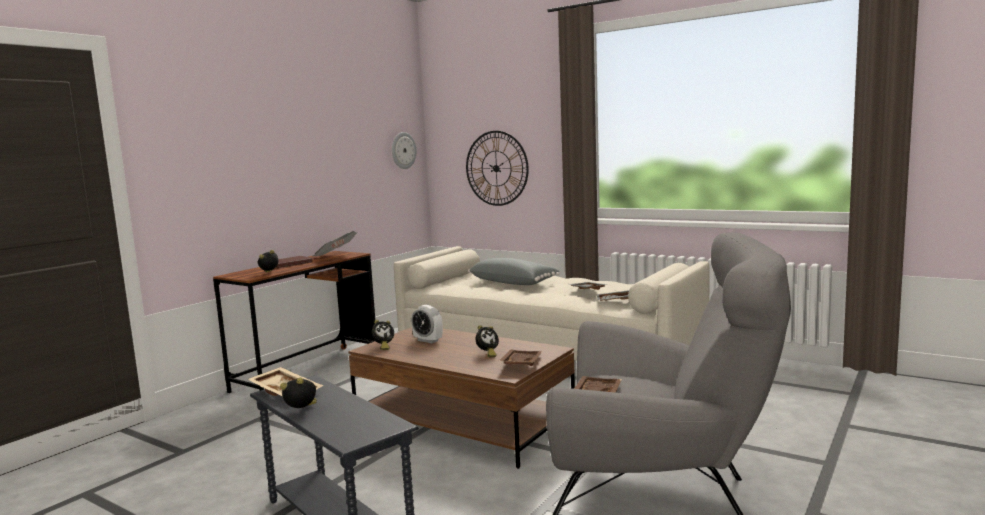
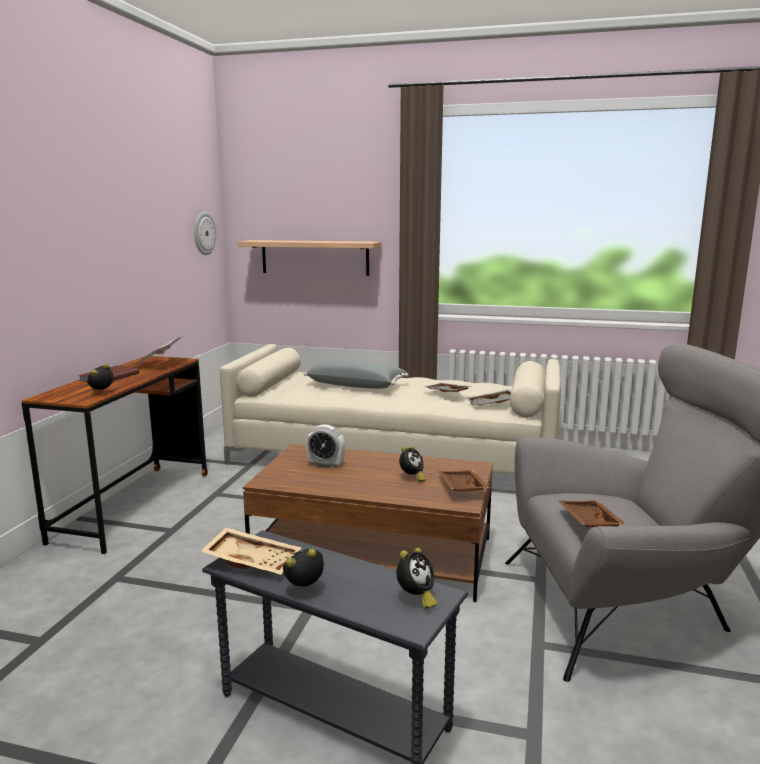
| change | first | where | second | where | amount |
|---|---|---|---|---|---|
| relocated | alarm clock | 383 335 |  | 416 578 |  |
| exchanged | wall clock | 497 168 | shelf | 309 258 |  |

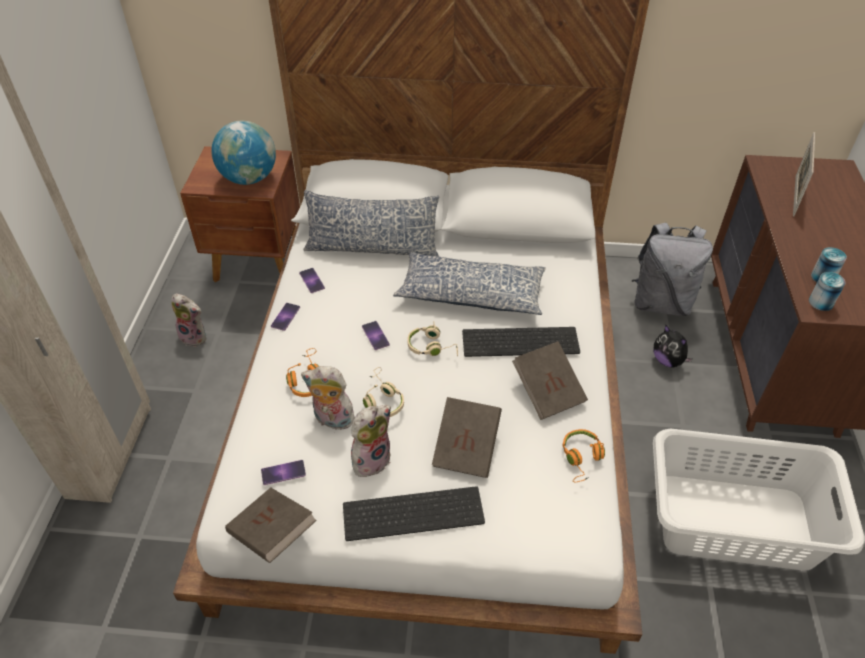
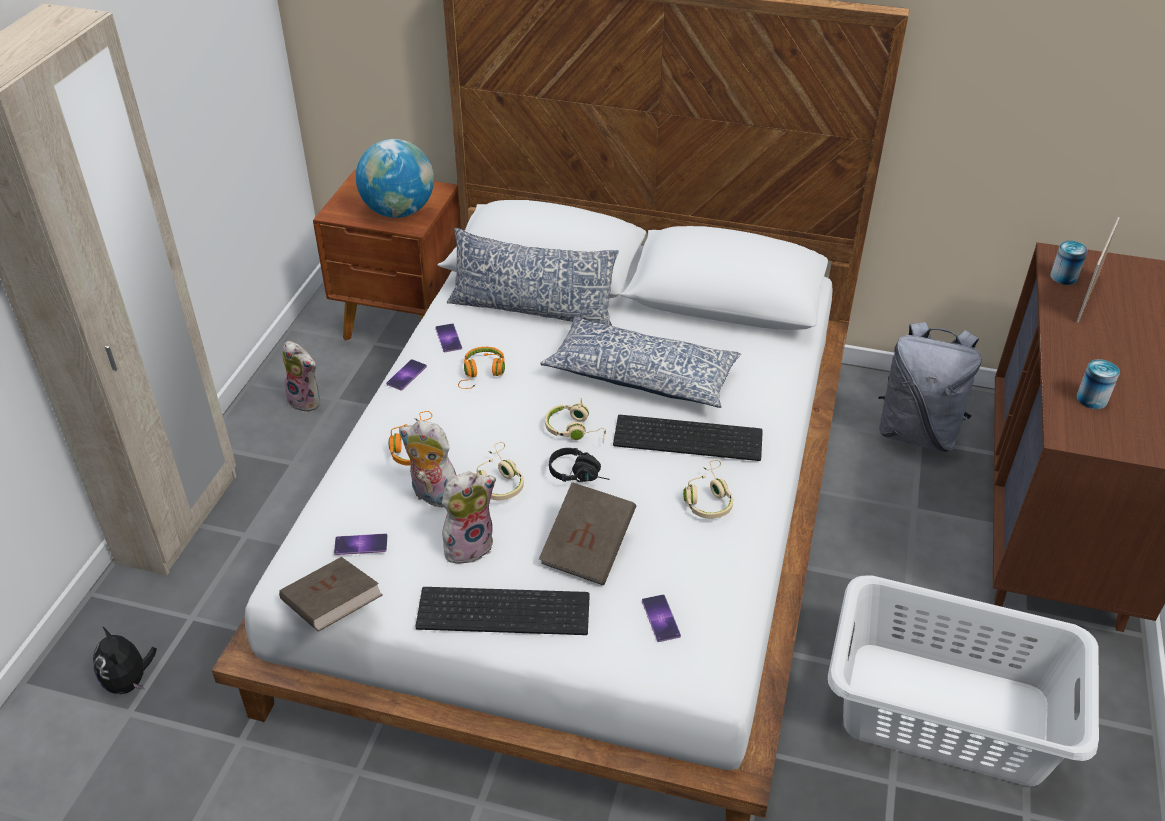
| change | first | where | second | where | amount |
|---|---|---|---|---|---|
| appeared |  |  | headphones (black) | 579 465 |  |
| relocated | phone | 376 335 |  | 661 618 |  |
| relocated | headphones (orange) | 583 455 |  | 481 368 |  |
| relocated | plush toy | 673 345 |  | 125 660 |  |
| relocated | can | 827 291 |  | 1069 263 |  |
| exchanged | book (brown) | 550 380 | headphones (beige) | 708 489 |  |

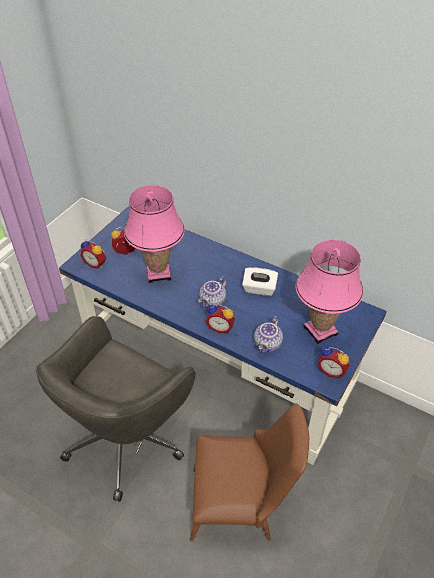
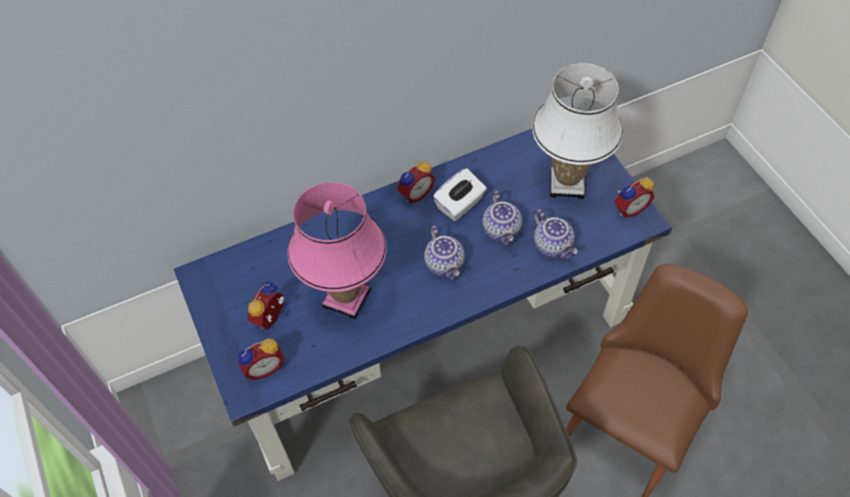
| change | first | where | second | where | amount |
|---|---|---|---|---|---|
| appeared |  |  | teapot | 502 218 |  |
| relocated | alarm clock | 220 319 |  | 416 182 |  |
| colour | table lamp (pink) | 329 292 | table lamp (white) | 577 131 |  |

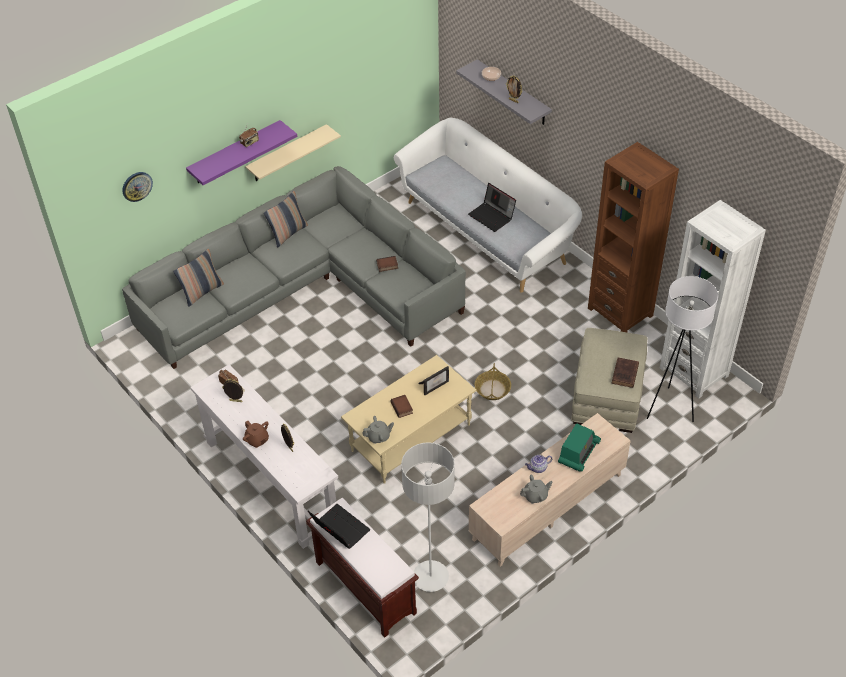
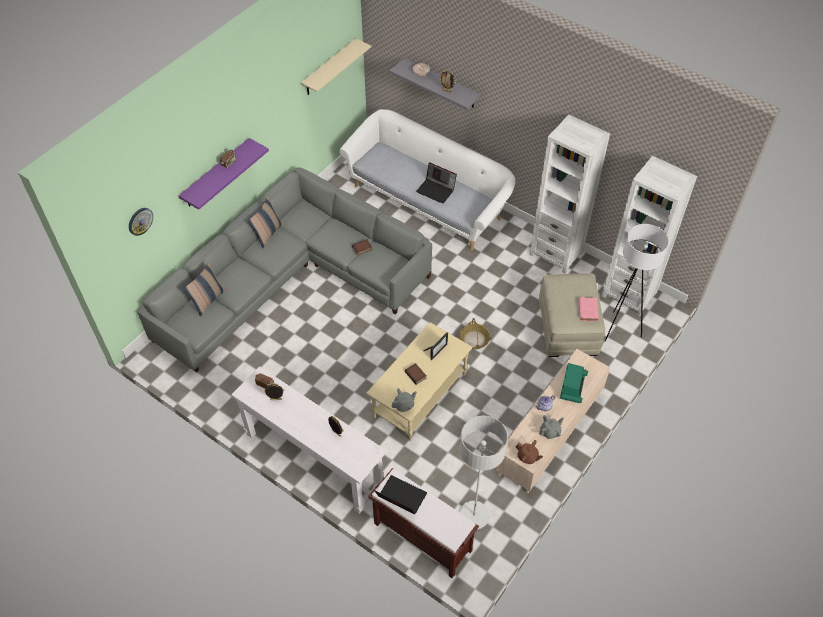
| change | first | where | second | where | amount |
|---|---|---|---|---|---|
| relocated | teapot (brown) | 256 434 |  | 529 452 |  |
| relocated | shelf (beige) | 293 152 |  | 336 66 |  |
| colour | bookcase (brown) | 633 237 | bookcase (white) | 570 194 |  |
| colour | book (brown) | 625 373 | book (pink) | 588 309 |  |

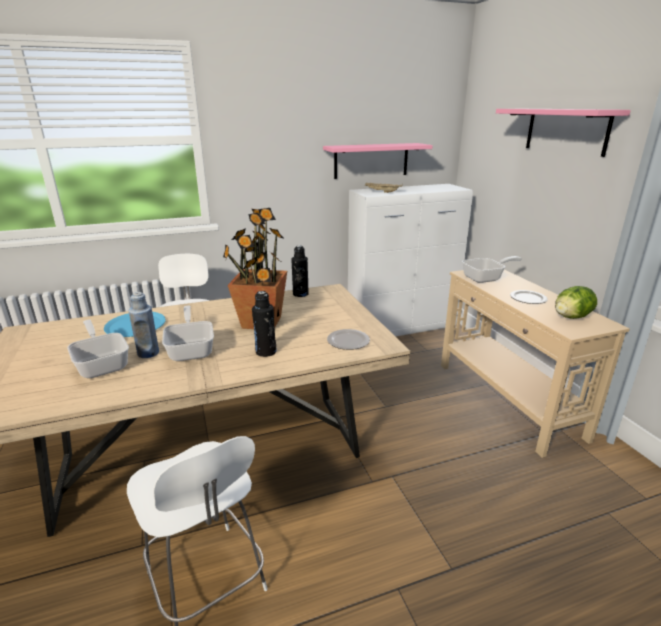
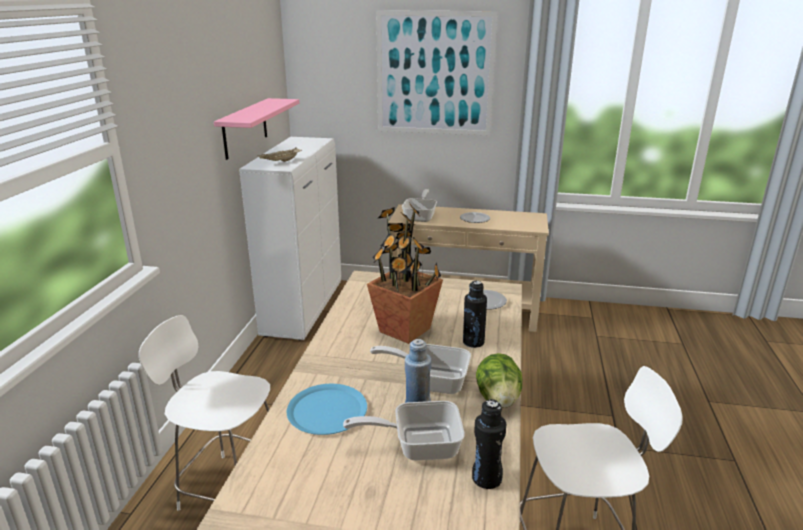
| change | first | where | second | where | amount |
|---|---|---|---|---|---|
| relocated | bottle (black) | 300 271 |  | 489 444 |  |
| relocated | lettuce | 576 302 |  | 499 380 |  |
| exchanged | shelf (pink) | 563 133 | picture | 437 73 |  |

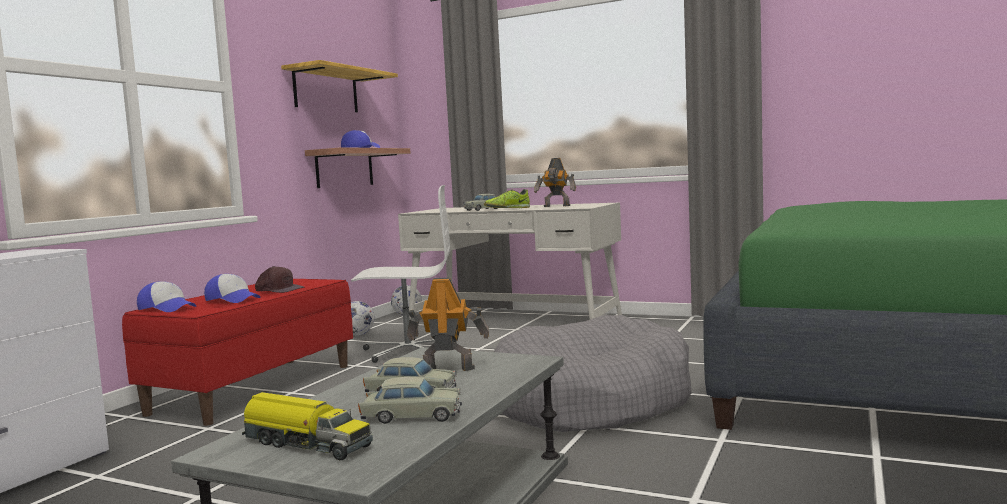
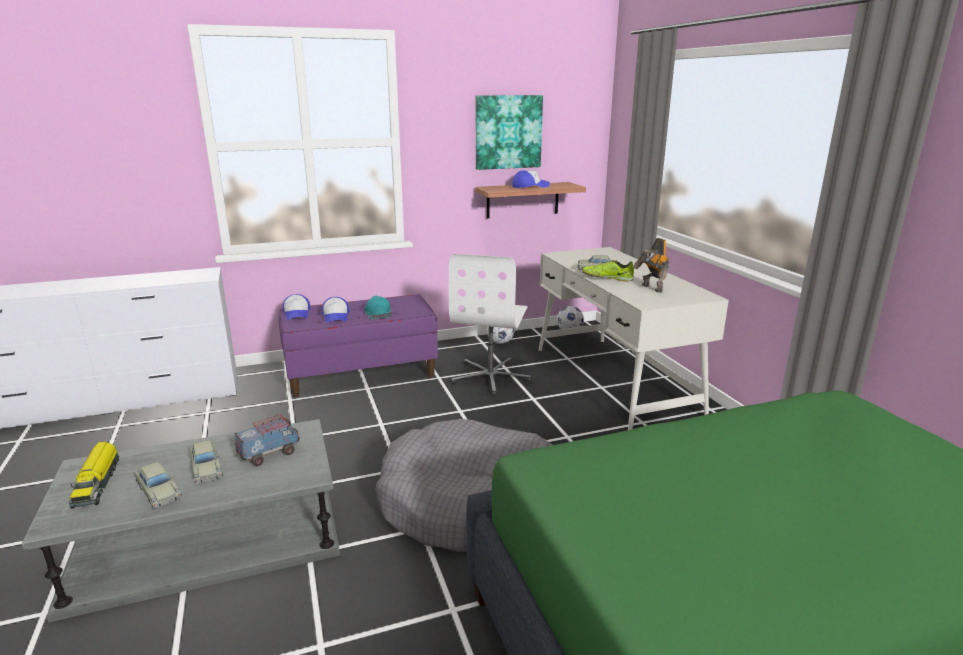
| change | first | where | second | where | amount |
|---|---|---|---|---|---|
| exchanged | shelf | 339 86 | picture | 509 132 |  |
| exchanged | toy robot | 448 324 | toy truck | 267 440 |  |
| colour | bench (red) | 237 352 | bench (purple) | 358 346 |  |
| colour | cap (brown) | 279 279 | cap (turquoise) | 378 307 |  |
| spun | office chair (white) | 403 274 |  | 490 325 | 60 degrees clockwise |

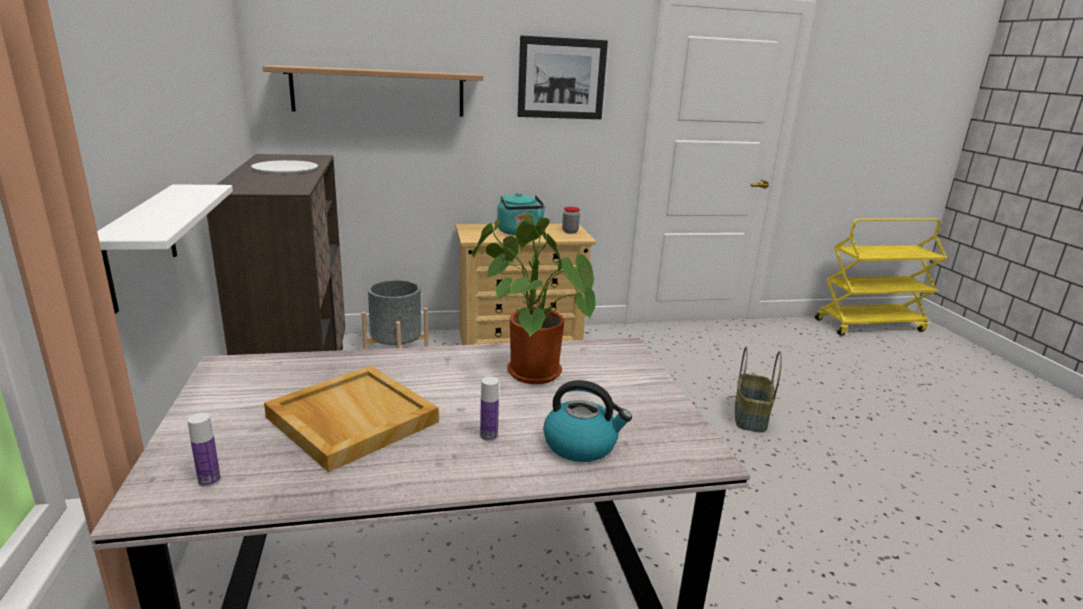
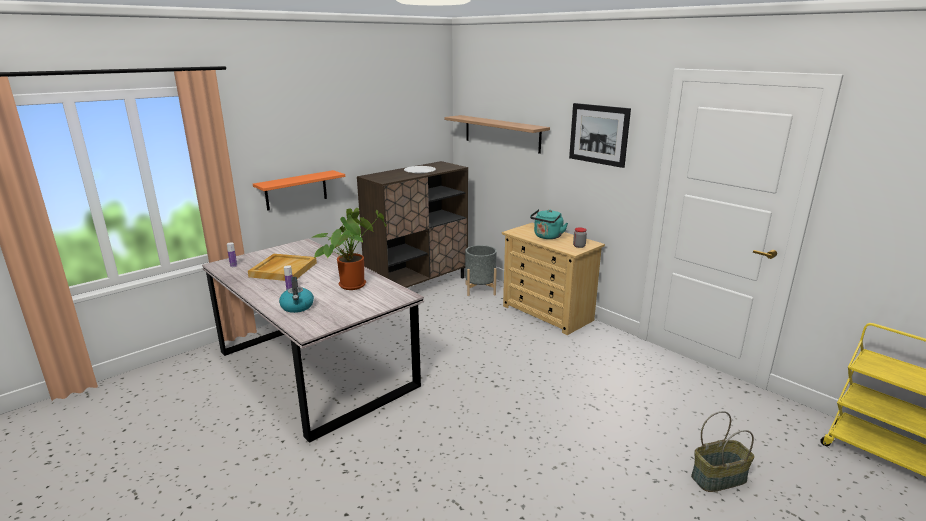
| change | first | where | second | where | amount |
|---|---|---|---|---|---|
| relocated | basket | 758 389 |  | 722 451 |  |
| colour | shelf (white) | 165 249 | shelf (orange) | 299 190 |  |

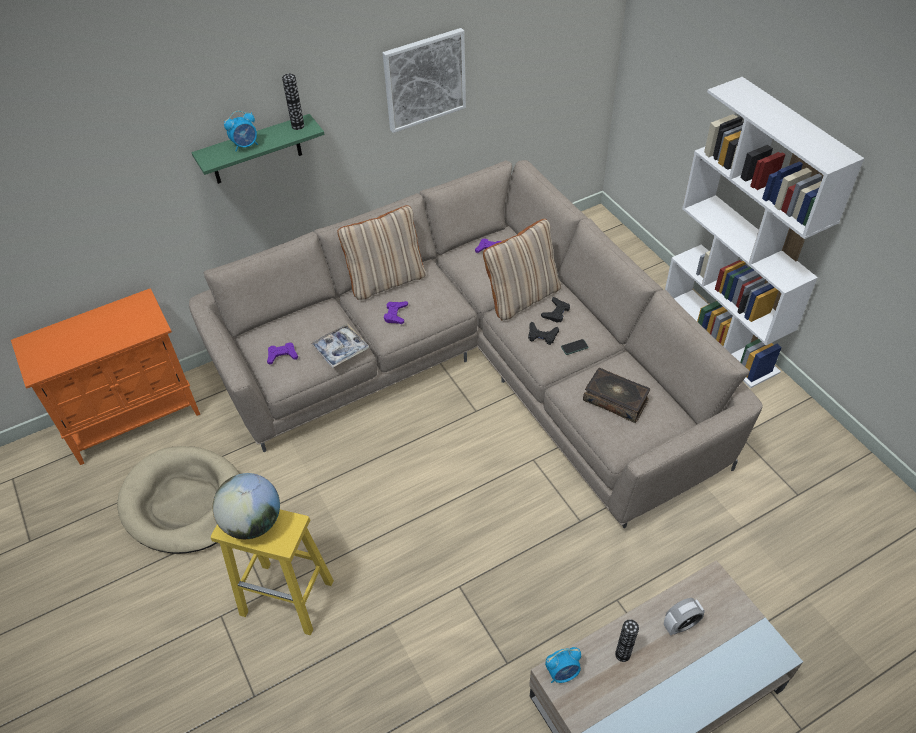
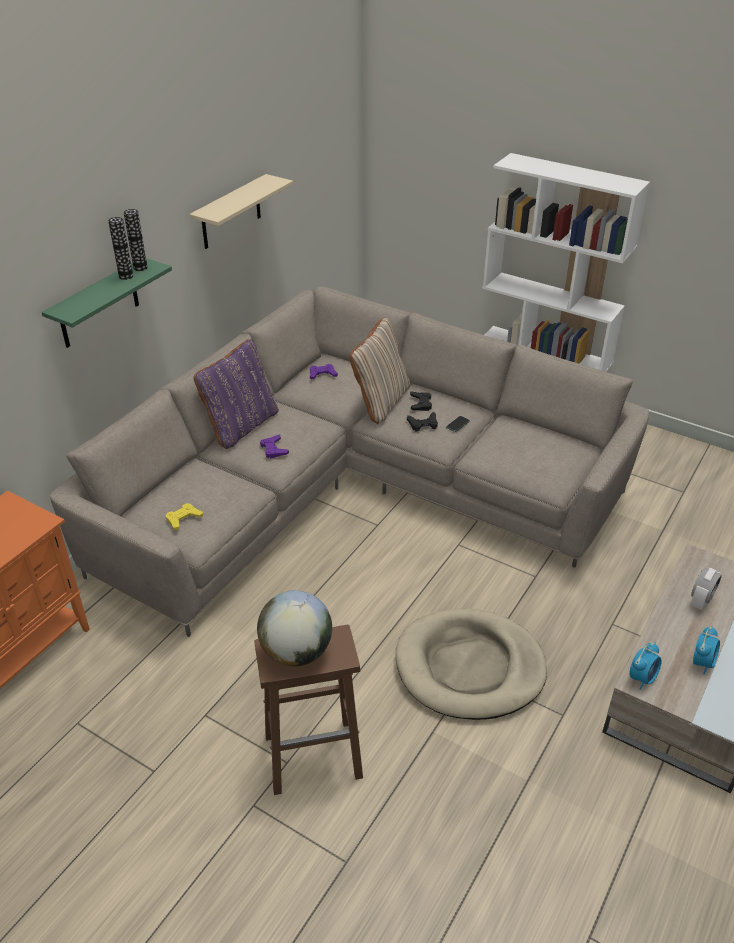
| change | first | where | second | where | amount |
|---|---|---|---|---|---|
| missing | tray | 339 345 |  |  |  |
| missing | book | 616 395 |  |  |  |
| relocated | dog bed (beige) | 178 500 |  | 471 664 |  |
| relocated | alarm clock | 241 131 |  | 706 650 |  |
| relocated | vase | 627 640 |  | 120 248 |  |
| exchanged | picture | 424 80 | shelf (beige) | 241 211 |  |
| colour | stool (yellow) | 272 572 | stool (brown) | 308 710 |  |
| colour | game controller (purple) | 282 353 | game controller (yellow) | 184 516 |  |
| colour | pillow (beige) | 381 252 | pillow (purple) | 236 394 |  |

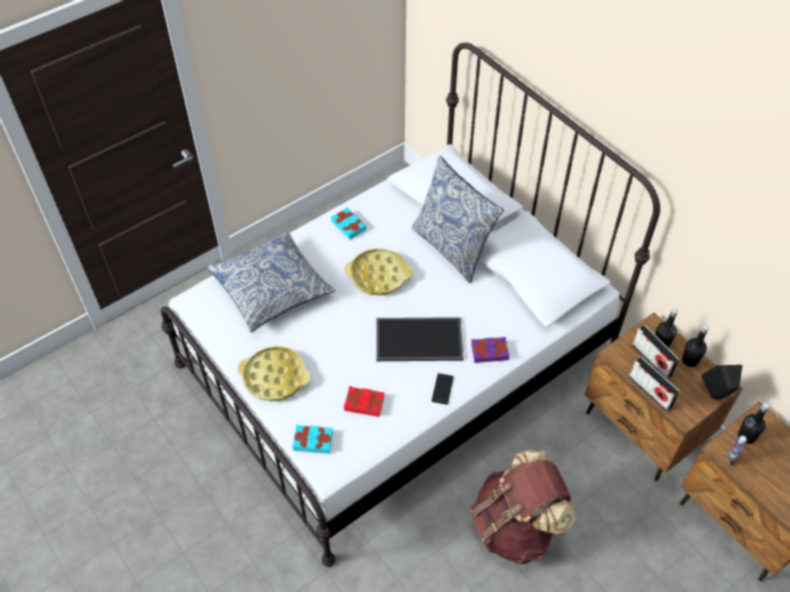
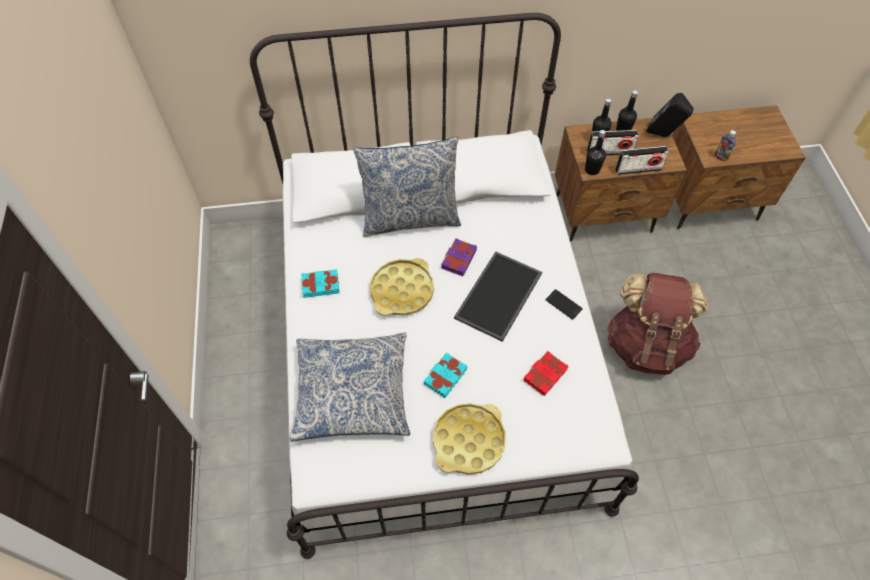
| change | first | where | second | where | amount |
|---|---|---|---|---|---|
| relocated | book (turquoise) | 312 439 |  | 445 375 |  |
| relocated | book (purple) | 490 350 |  | 459 257 |  |
| relocated | bottle (black) | 753 423 |  | 595 152 |  |

